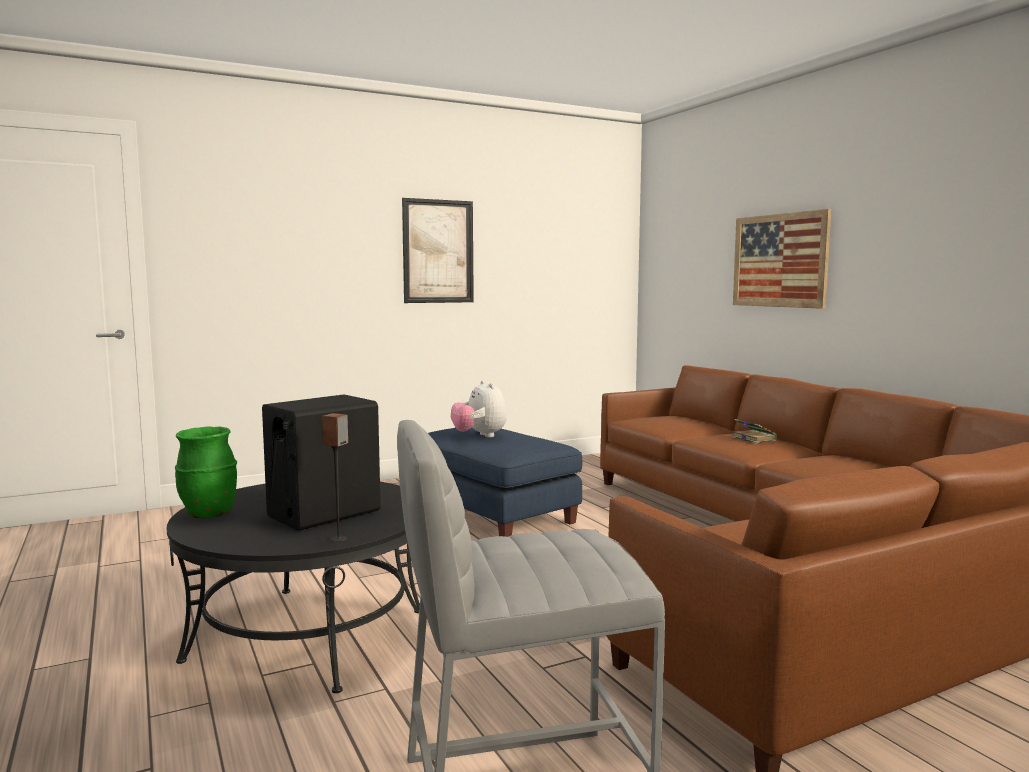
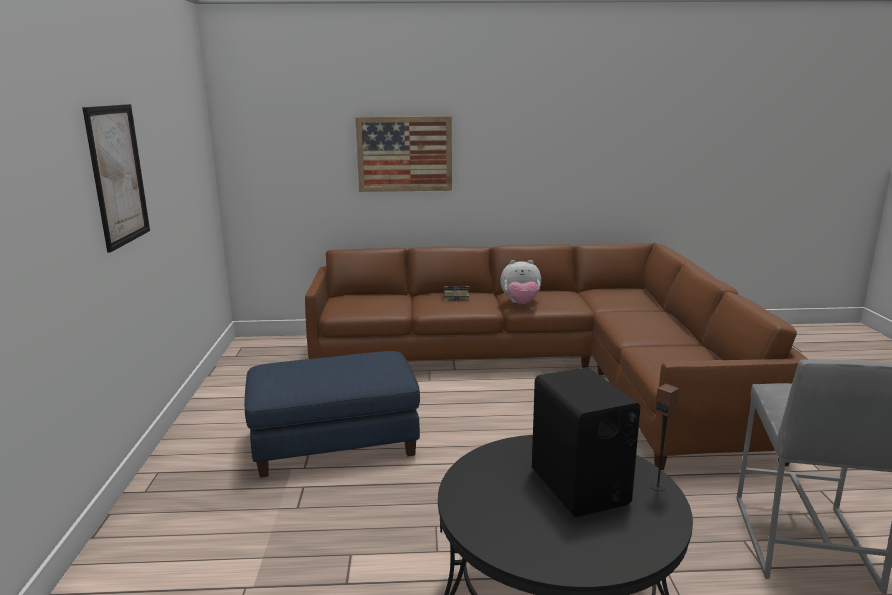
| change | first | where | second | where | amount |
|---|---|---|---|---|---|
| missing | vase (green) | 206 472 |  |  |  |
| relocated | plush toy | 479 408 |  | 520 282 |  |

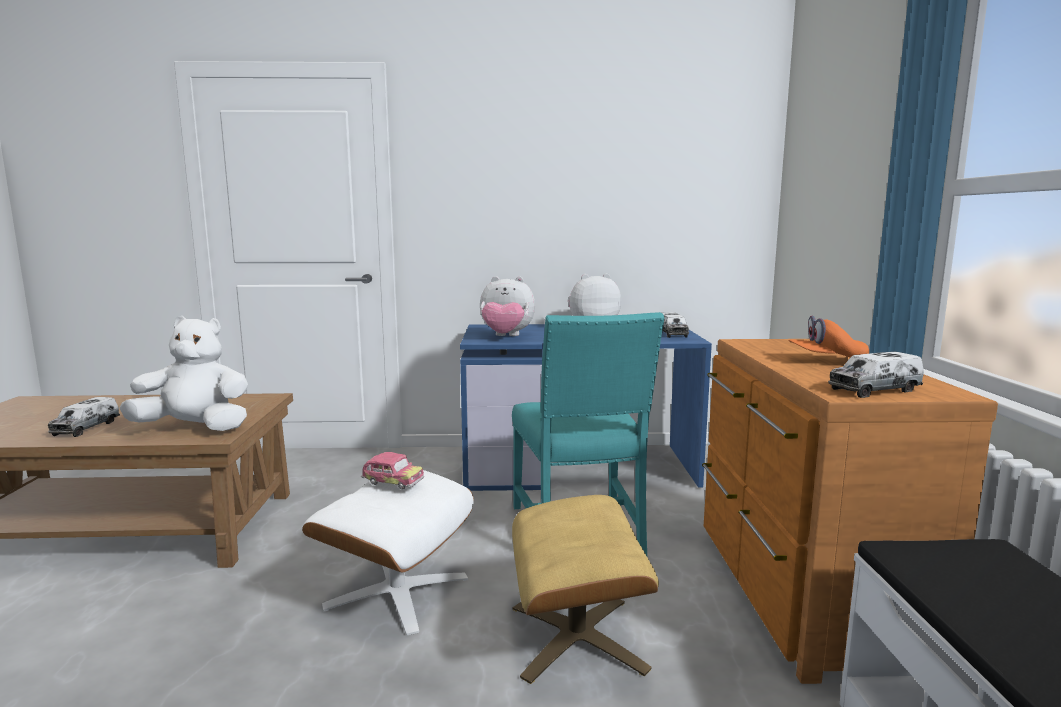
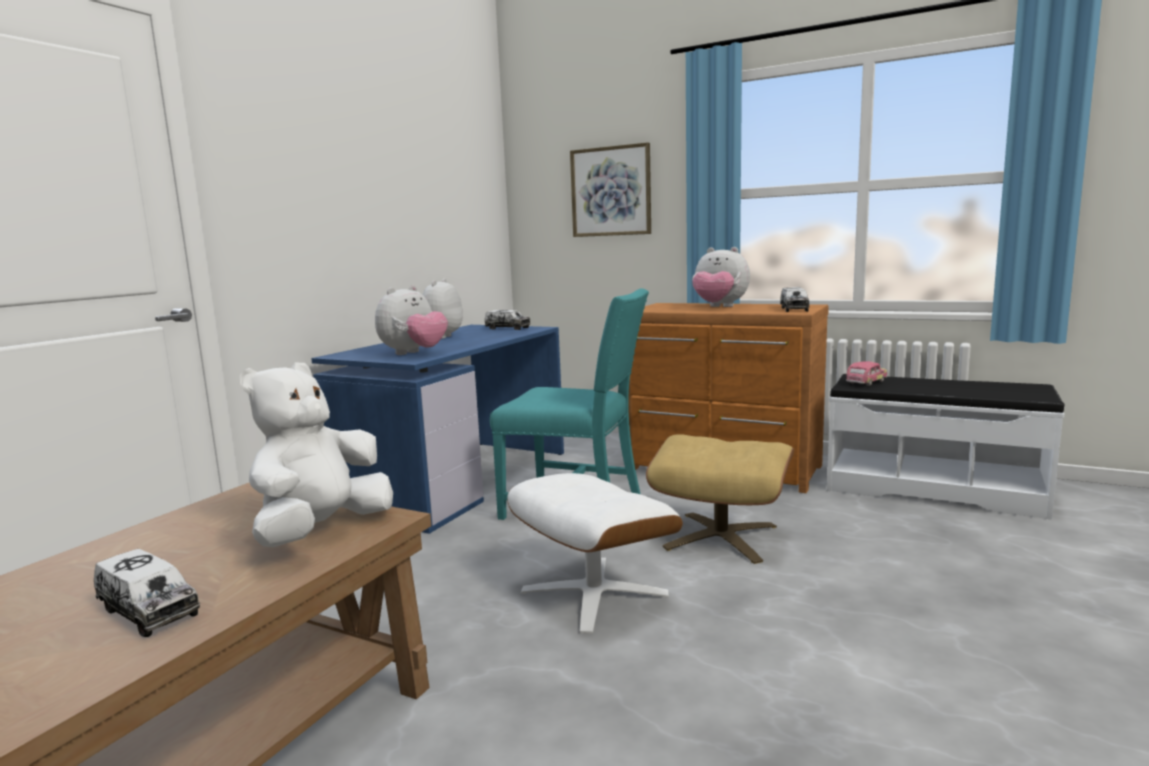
| change | first | where | second | where | amount |
|---|---|---|---|---|---|
| appeared |  |  | picture | 610 189 |  |
| relocated | toy car | 392 471 |  | 866 373 |  |
| exchanged | cap (orange) | 828 337 | plush toy | 721 277 |  |

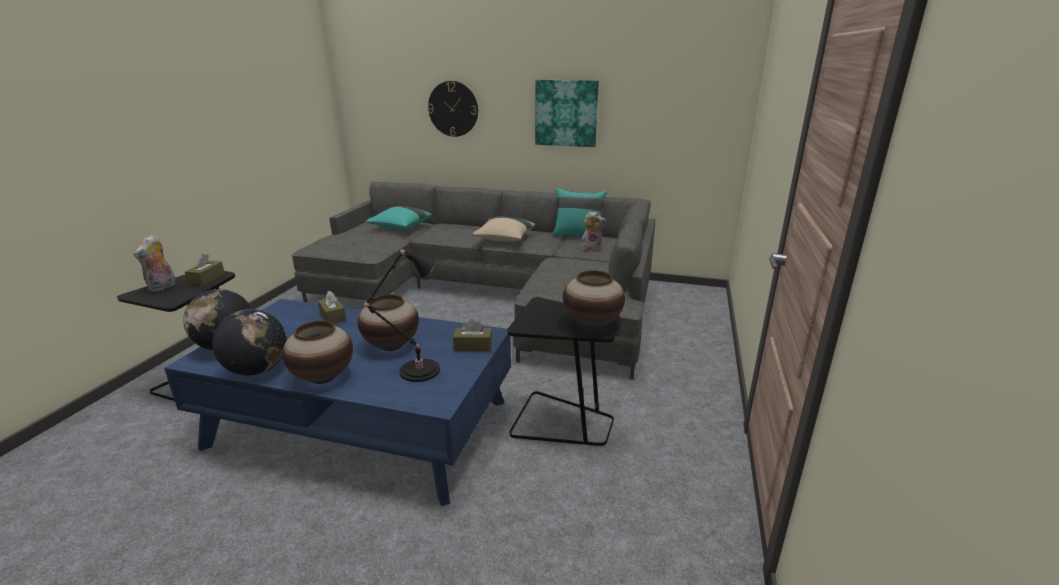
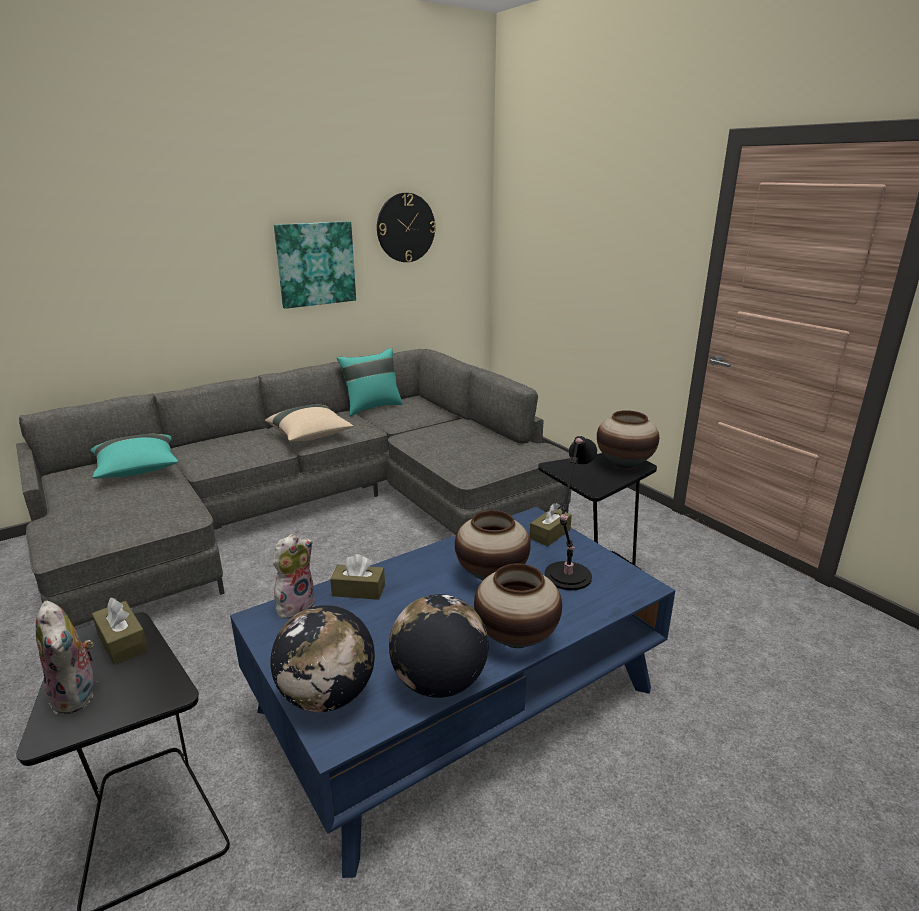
| change | first | where | second | where | amount |
|---|---|---|---|---|---|
| relocated | wall clock | 453 109 |  | 406 227 |  |
| relocated | plush toy | 593 232 |  | 294 576 |  |

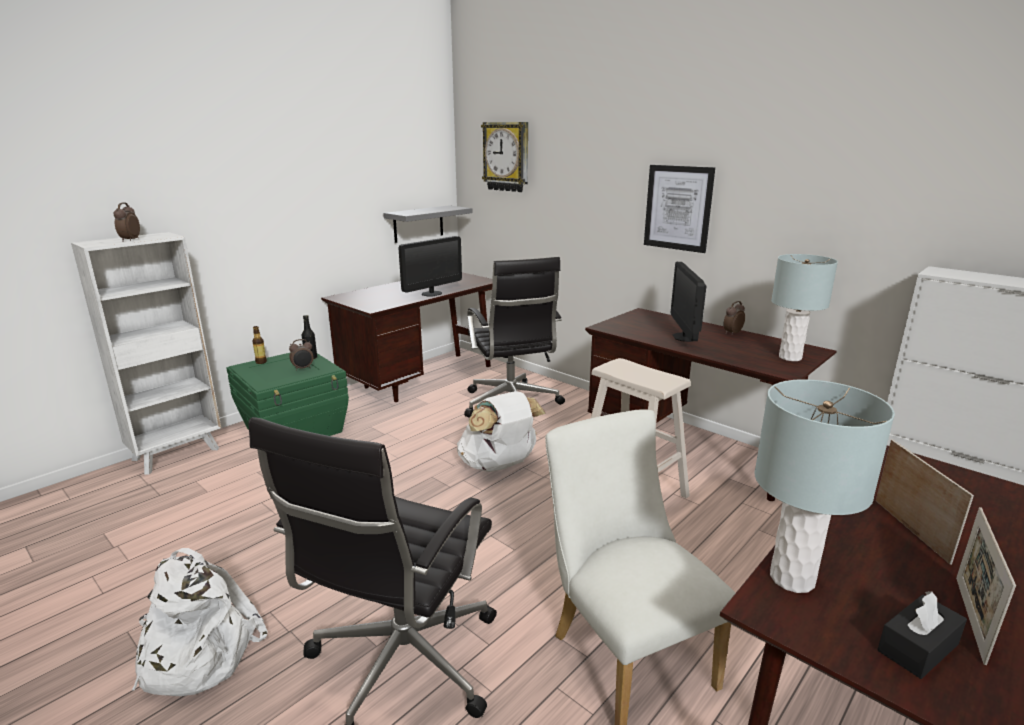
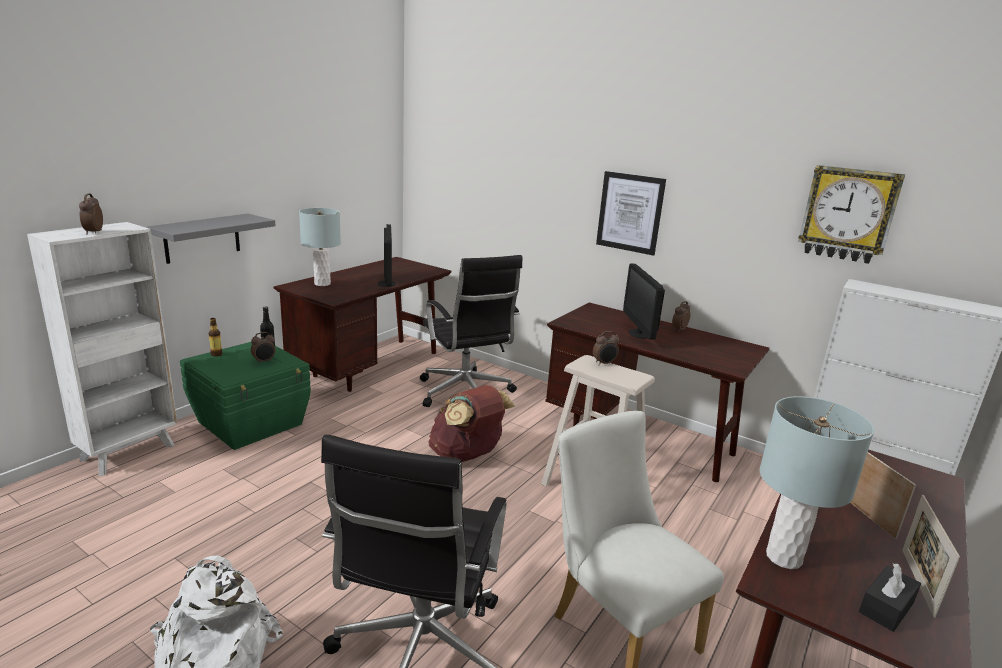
| change | first | where | second | where | amount |
|---|---|---|---|---|---|
| appeared |  |  | alarm clock | 606 348 |  |
| relocated | shelf (grey) | 427 224 |  | 210 239 |  |
| relocated | wall clock | 504 157 |  | 851 214 |  |
| relocated | table lamp (grey) | 804 307 |  | 320 247 |  |
| colour | backpack (white) | 501 431 | backpack (brown) | 471 423 |  |
| spun | monitor | 430 266 |  | 386 255 | 45 degrees counterclockwise |

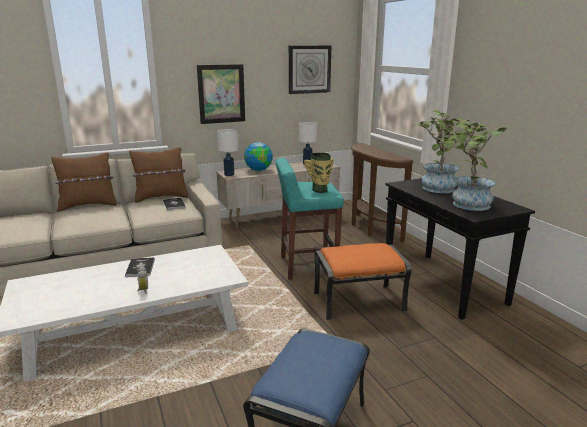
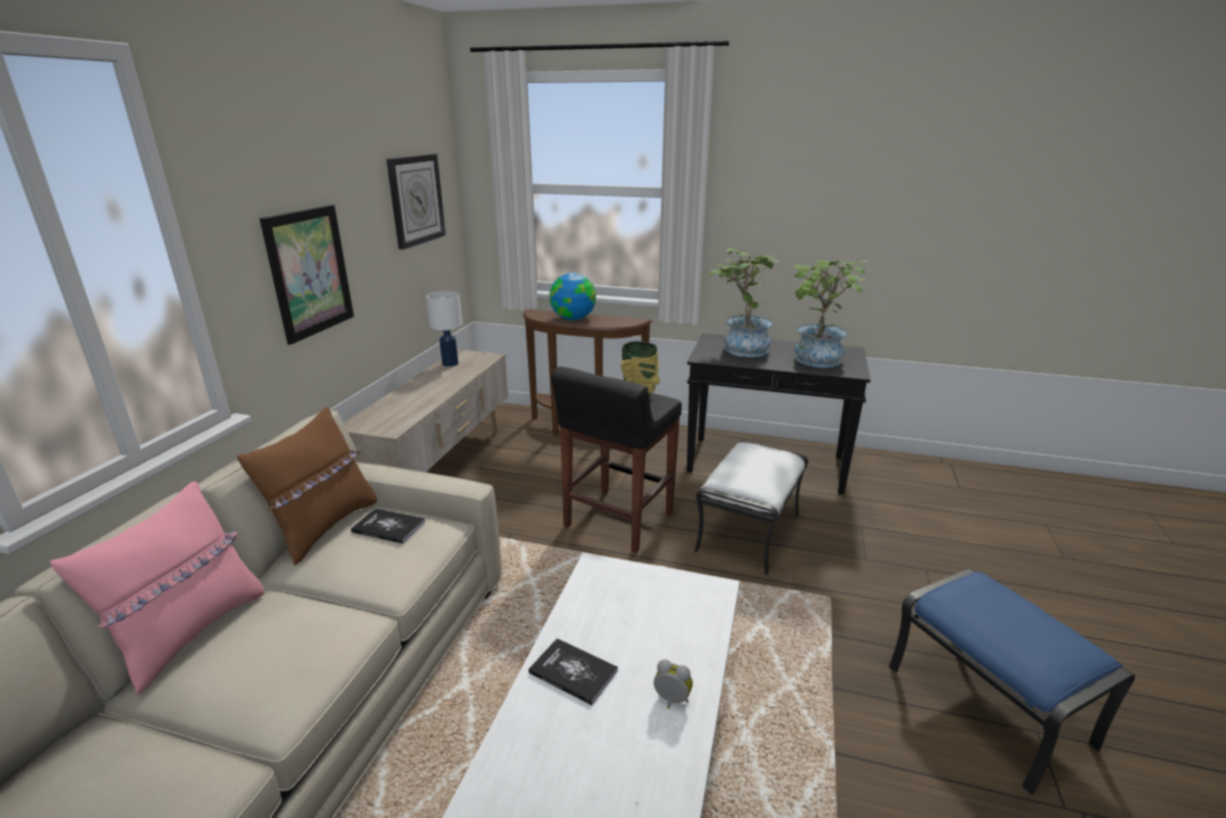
| change | first | where | second | where | amount |
|---|---|---|---|---|---|
| missing | table lamp (white) | 227 152 |  |  |  |
| relocated | globe | 258 156 |  | 573 296 |  |
| colour | pillow (brown) | 84 182 | pillow (pink) | 157 588 |  |
| colour | stool (turquoise) | 309 219 | stool (black) | 616 460 |  |
| colour | ottoman (orange) | 363 281 | ottoman (white) | 751 508 |  |

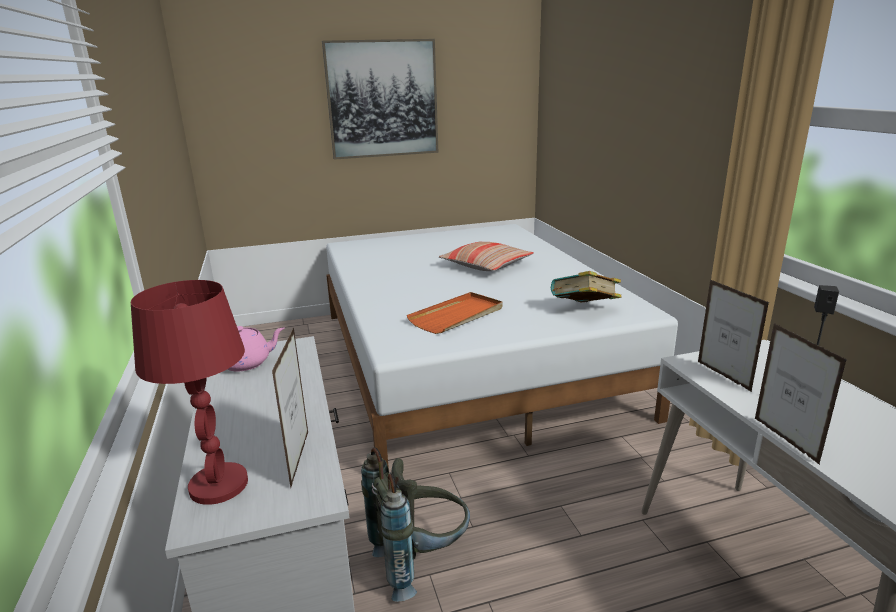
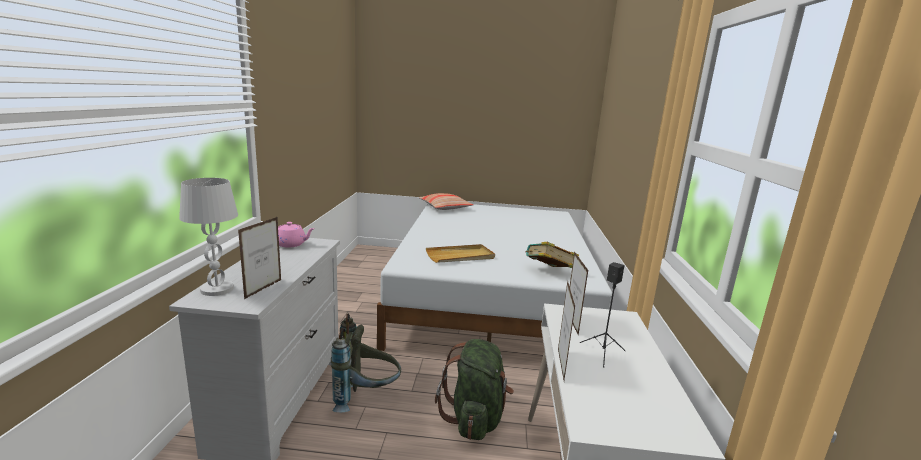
| change | first | where | second | where | amount |
|---|---|---|---|---|---|
| missing | picture | 380 99 |  |  |  |
| appeared |  |  | backpack (green) | 474 389 |  |
| relocated | pillow | 486 256 |  | 446 201 |  |
| colour | table lamp (red) | 189 392 | table lamp (white) | 208 237 |  |
| colour | tray (orange) | 455 313 | tray (beige) | 460 253 |  |

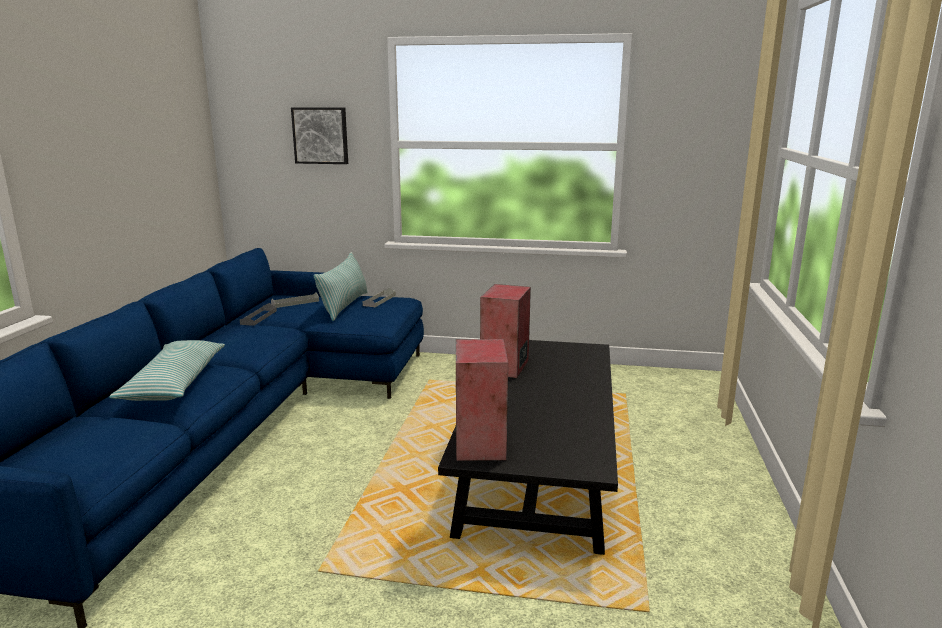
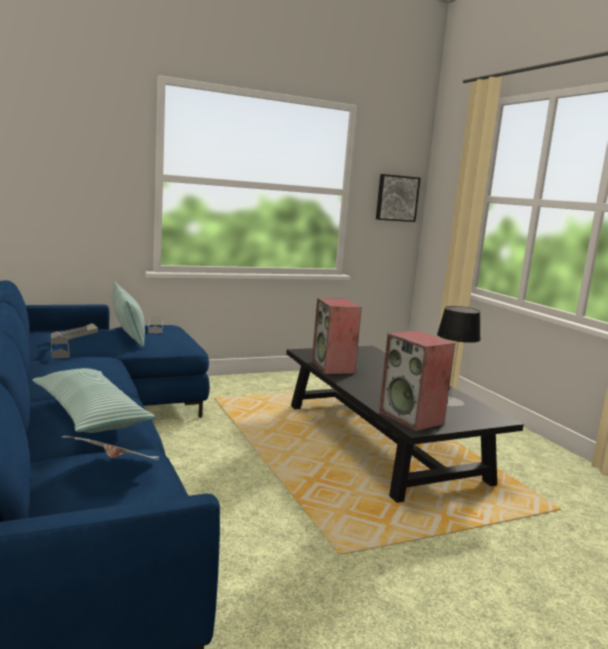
| change | first | where | second | where | amount |
|---|---|---|---|---|---|
| appeared |  |  | newspaper | 110 448 |  |
| appeared |  |  | table lamp | 459 356 |  |
| relocated | picture | 319 135 |  | 398 198 |  |

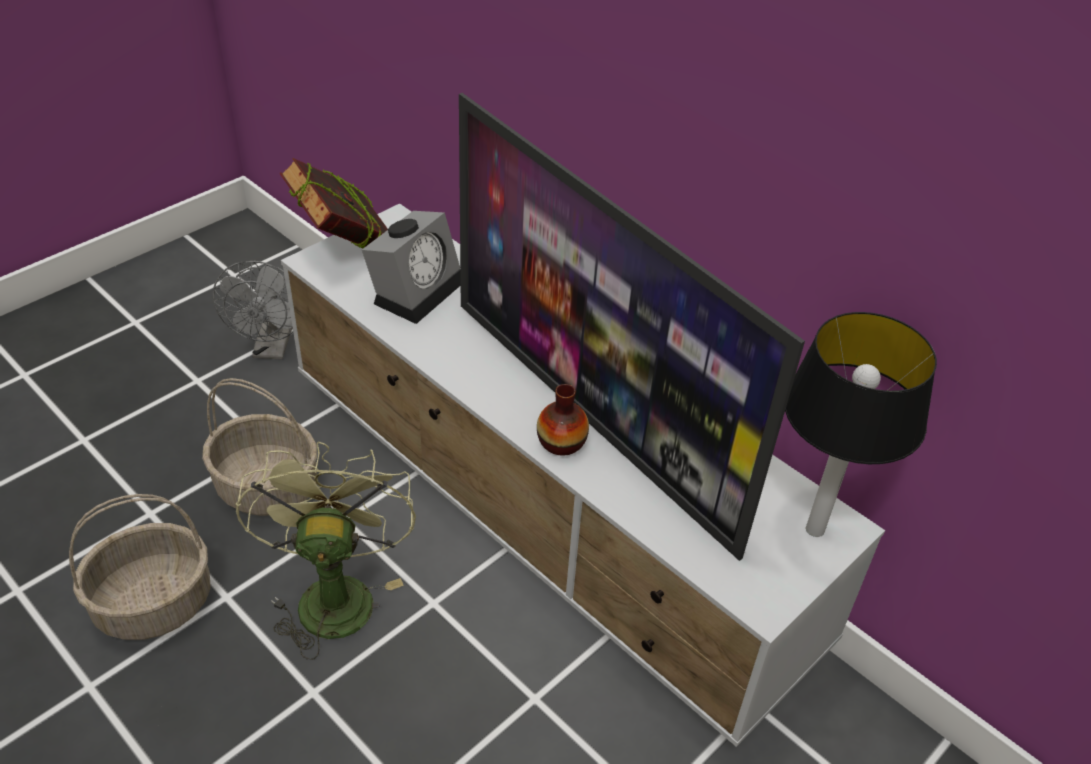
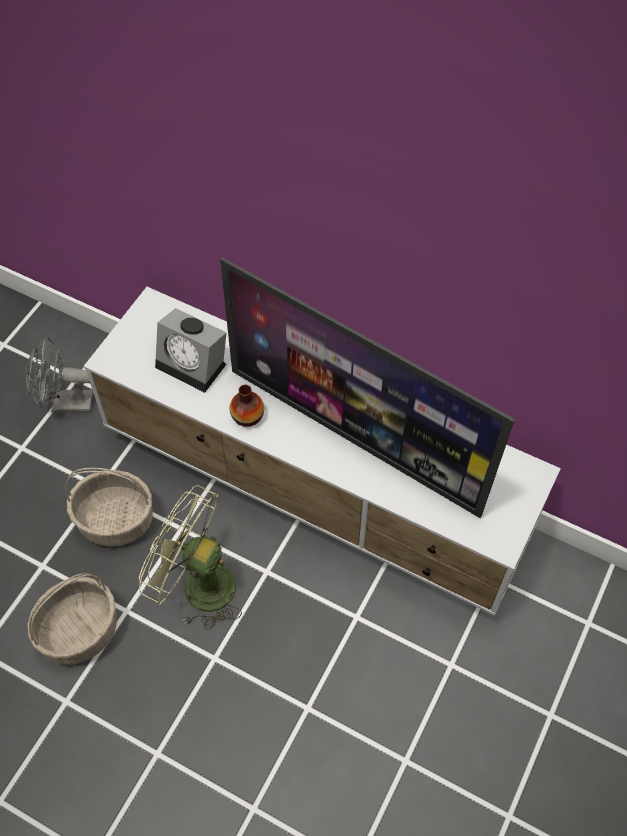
| change | first | where | second | where | amount |
|---|---|---|---|---|---|
| missing | book | 334 203 |  |  |  |
| missing | table lamp | 861 424 |  |  |  |
| relocated | vase | 563 420 |  | 247 406 |  |
| spun | fan (grey) | 253 310 |  | 59 374 | 105 degrees clockwise |
| spun | fan (green) | 326 550 |  | 190 557 | 45 degrees counterclockwise |
| spun | alarm clock | 411 267 |  | 190 350 | 105 degrees clockwise |

